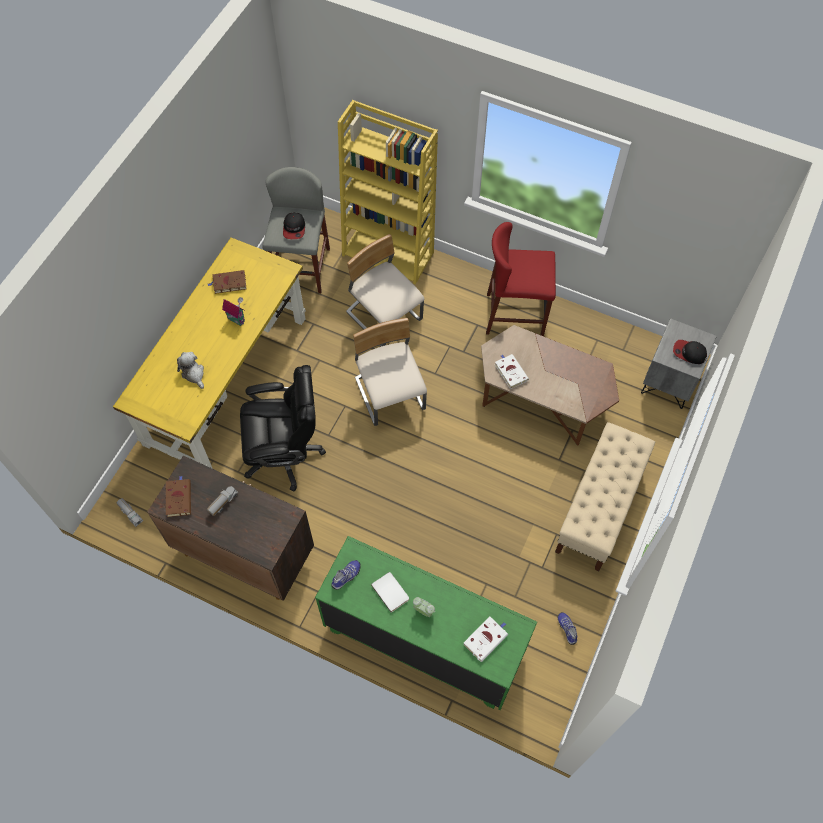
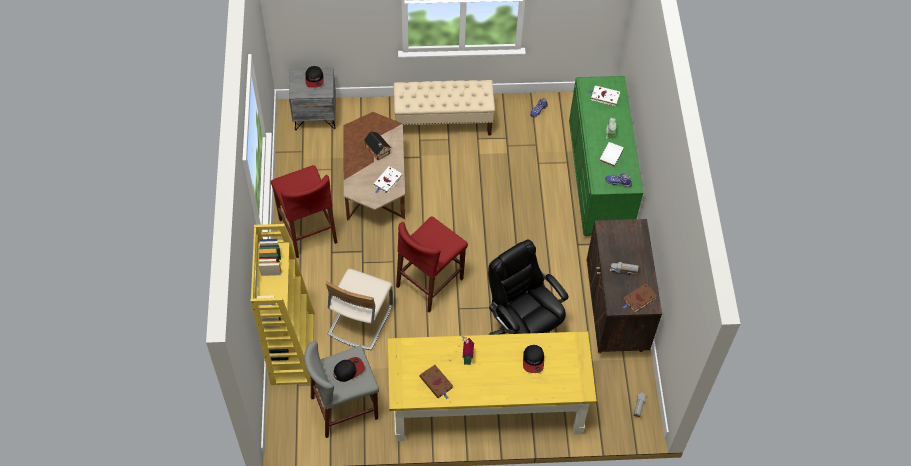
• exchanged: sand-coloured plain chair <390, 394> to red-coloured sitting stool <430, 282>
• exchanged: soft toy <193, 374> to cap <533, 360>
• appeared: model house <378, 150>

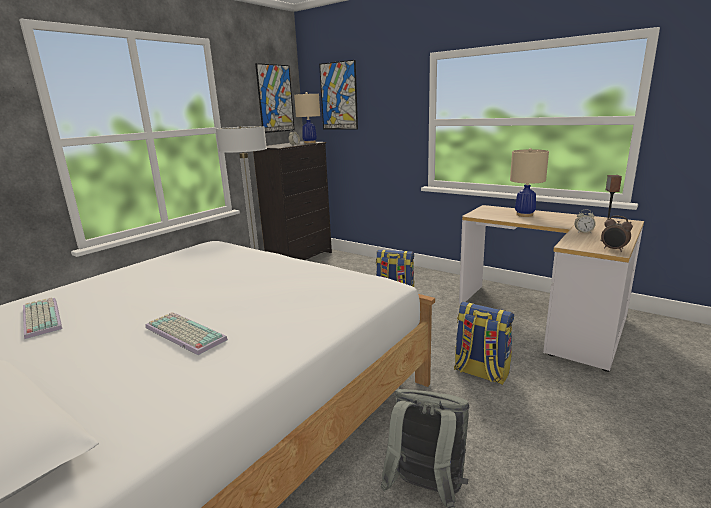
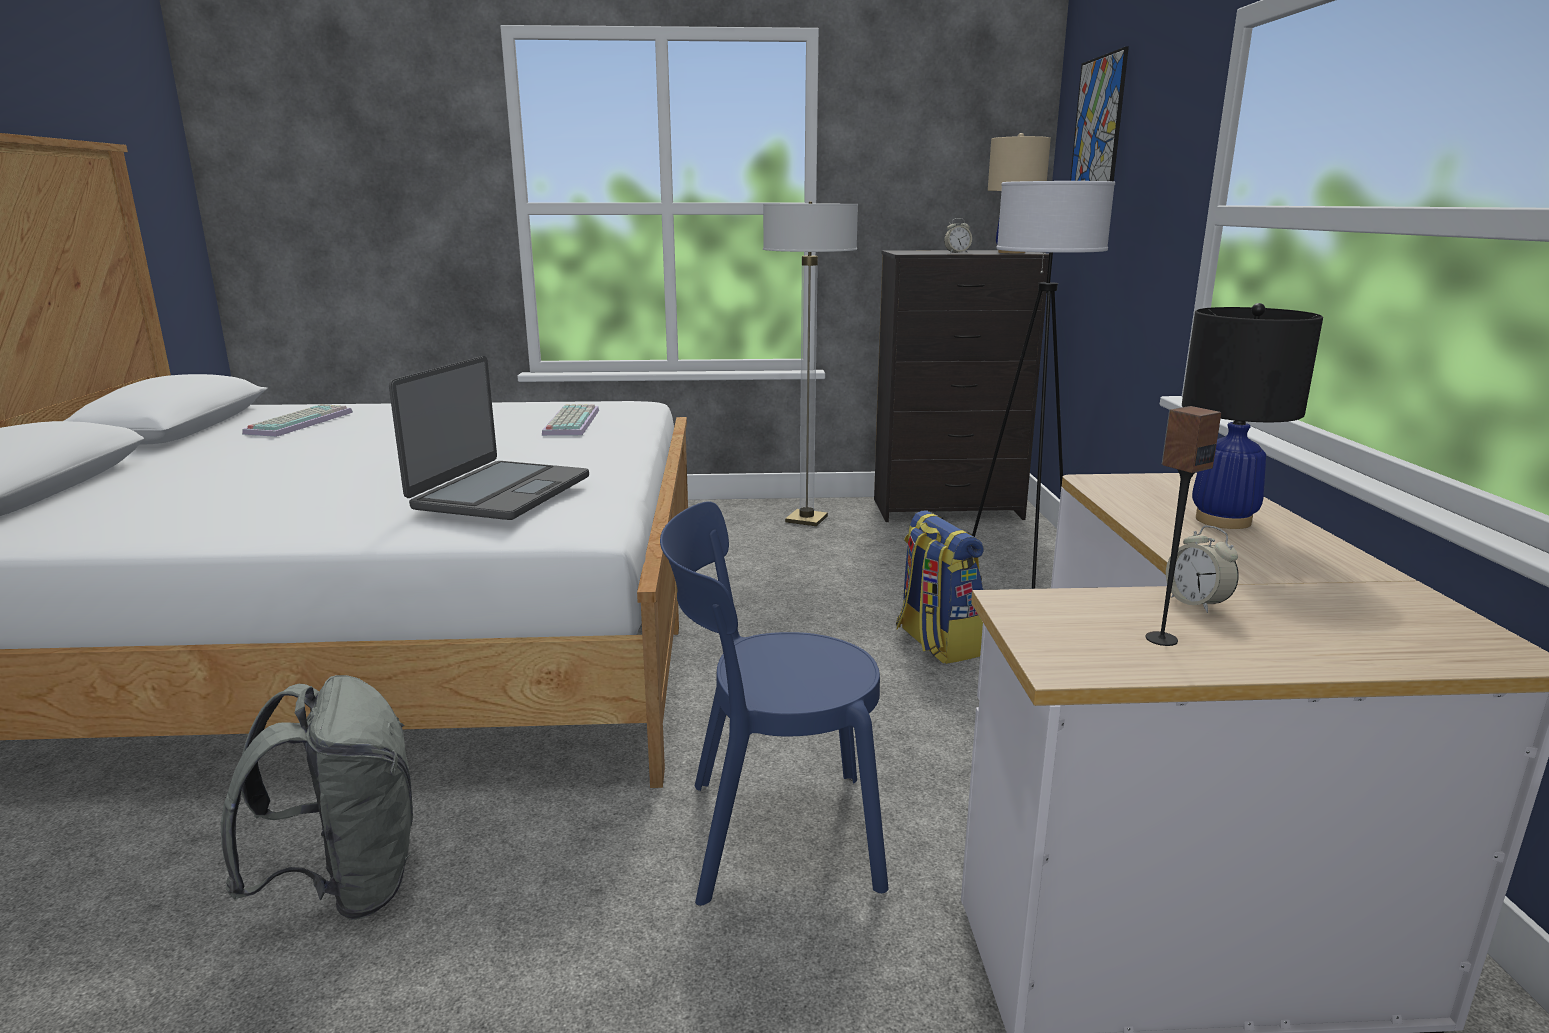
• missing: wall art <275, 98>
• colour: sand-coloured table lamp <524, 215> to black table lamp <1223, 520>
• missing: bedside clock <613, 249>
• exchanged: rucksack <480, 372> to bluish plain chair <770, 835>
• relocated: computer keyboard <182, 334> to <570, 422>
• appeared: whitish standing lamp <1021, 565>
• appeared: laptop <500, 492>

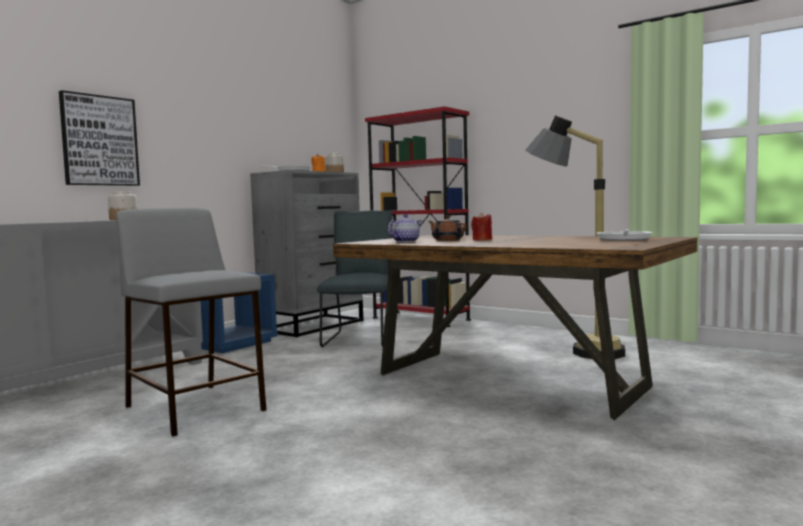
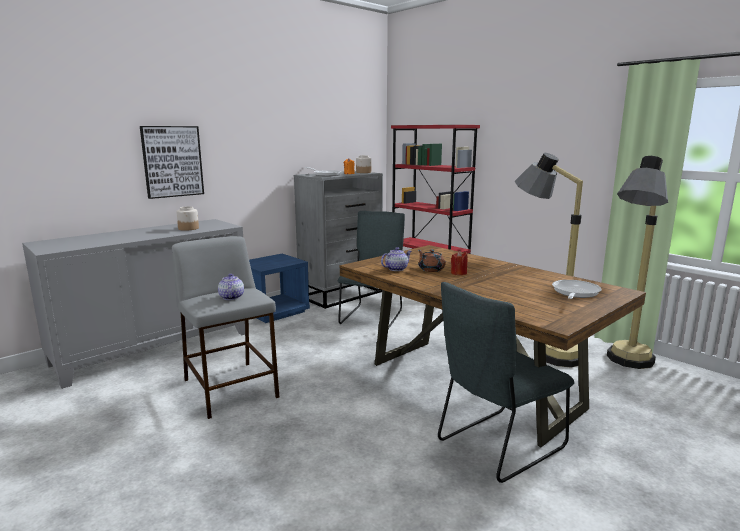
• appeared: standing lamp <624, 366>
• appeared: tea pot <231, 297>
• appeared: gray plain chair <497, 446>

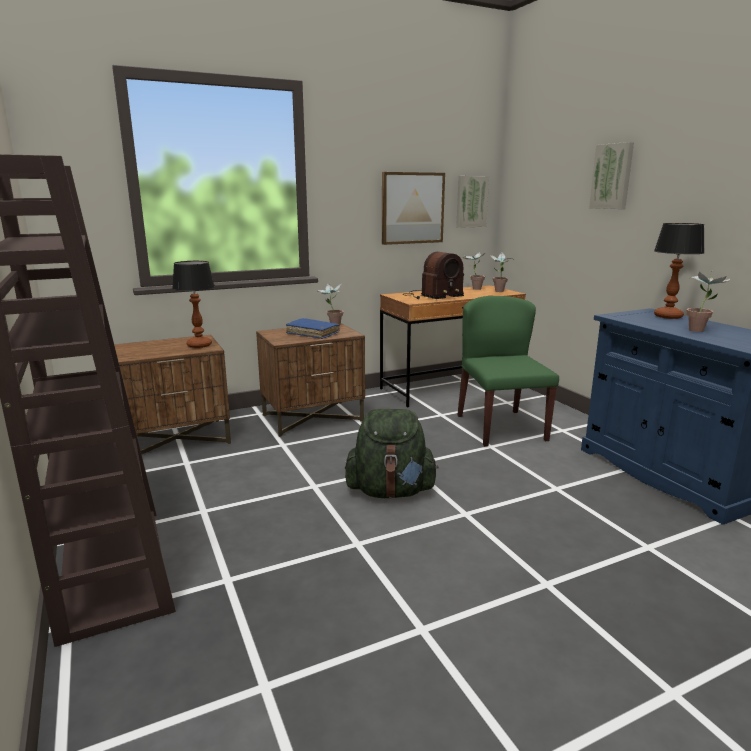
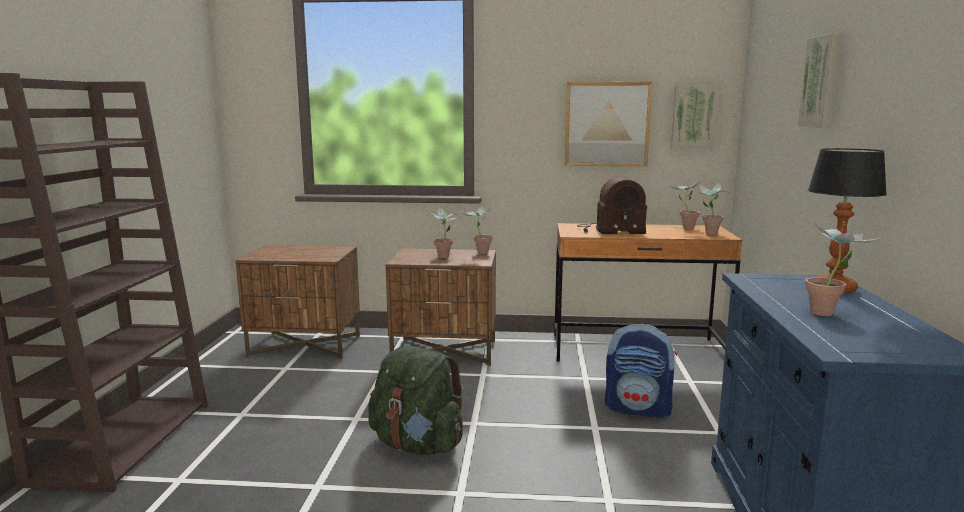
• missing: table lamp <199, 345>
• exchanged: green plain chair <500, 427> to rucksack <638, 408>
• exchanged: bluish book <312, 333> to plant in a pot <444, 257>

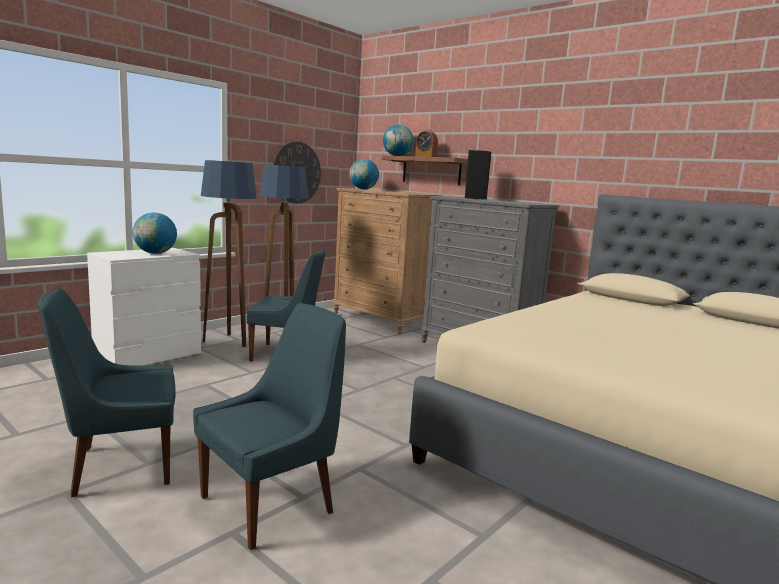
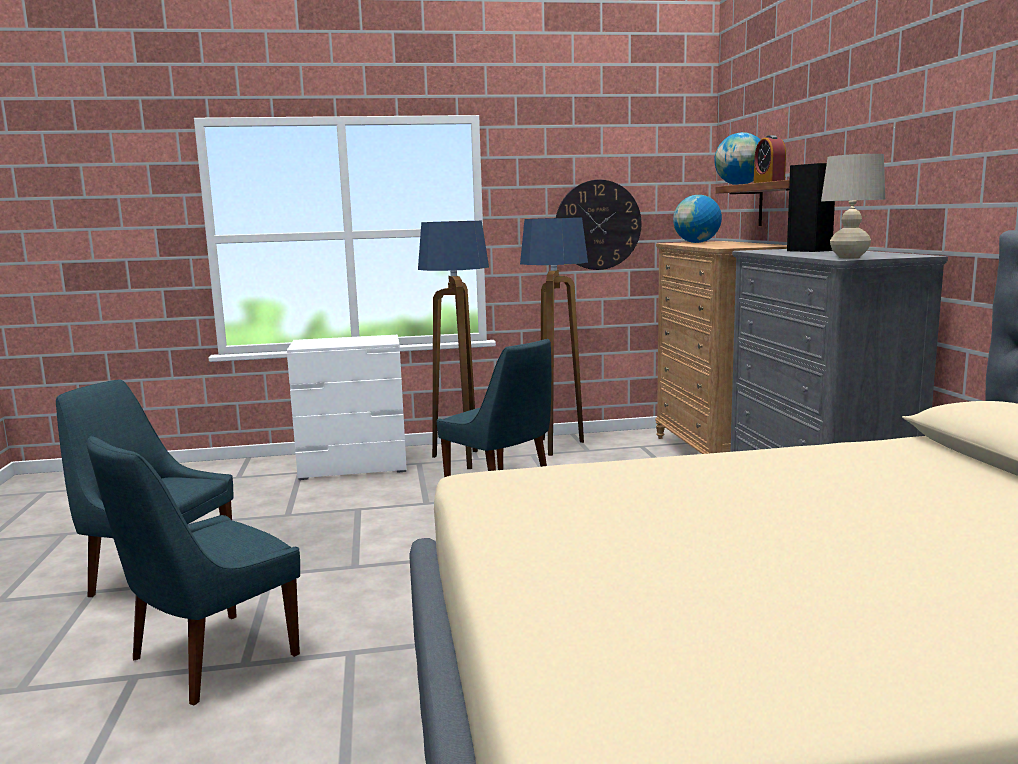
• missing: world globe <155, 253>
• spun: bluish plain chair <271, 503> = <208, 659> 135 degrees clockwise
• appeared: sand-coloured table lamp <849, 257>

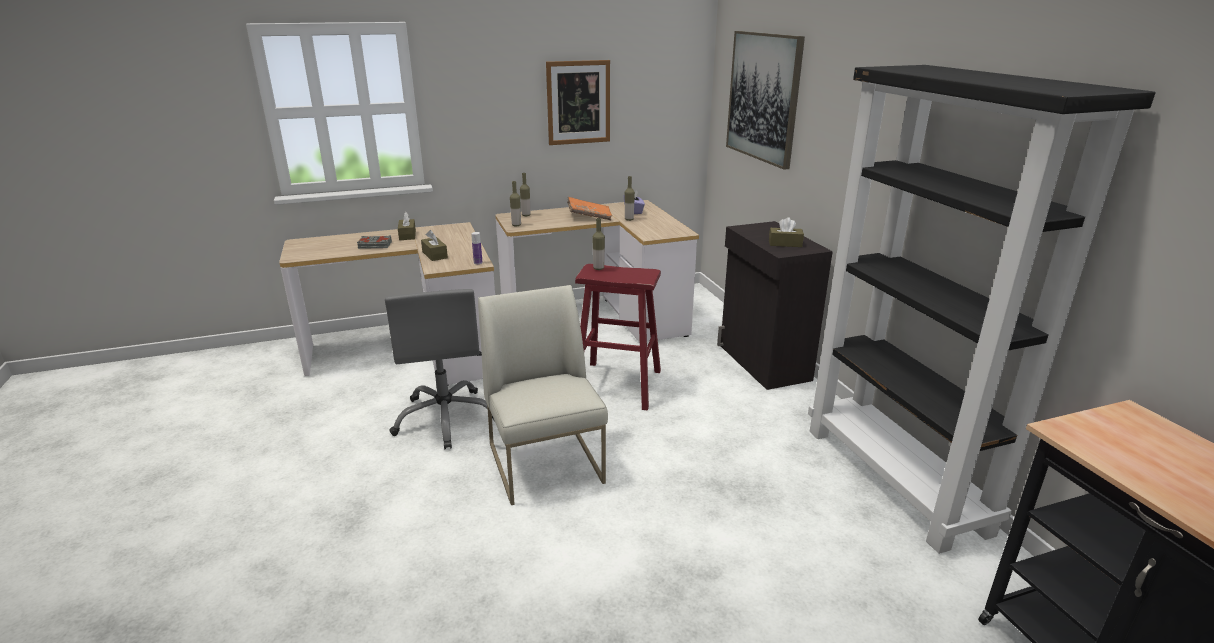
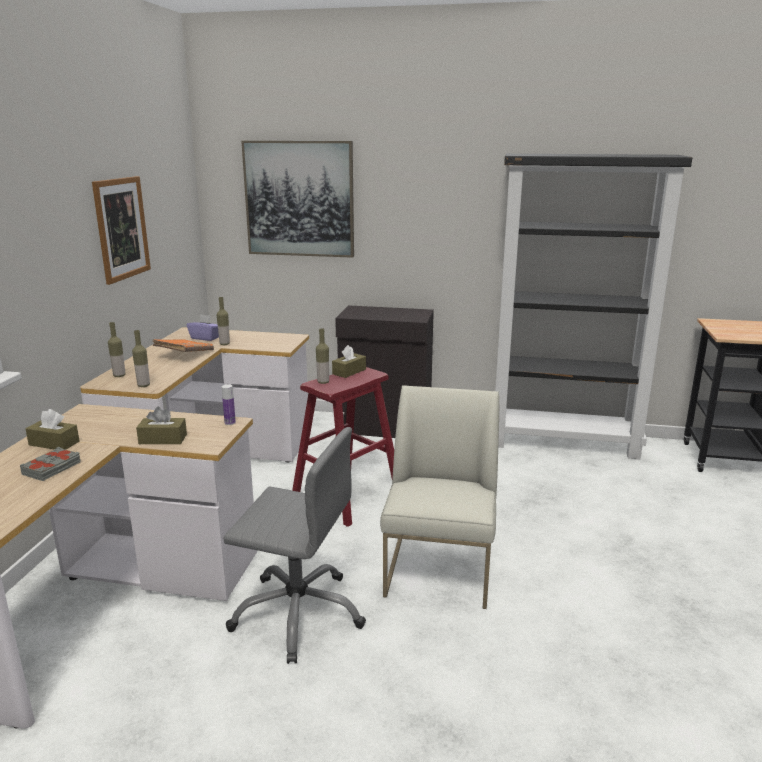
• relocated: brownish tissue box <785, 243> to <349, 372>
• spun: whitish plain chair <546, 463> = <440, 570> 90 degrees clockwise

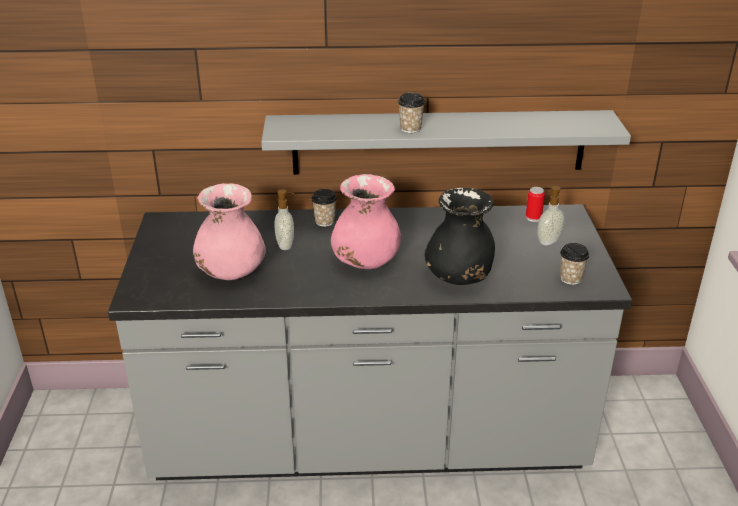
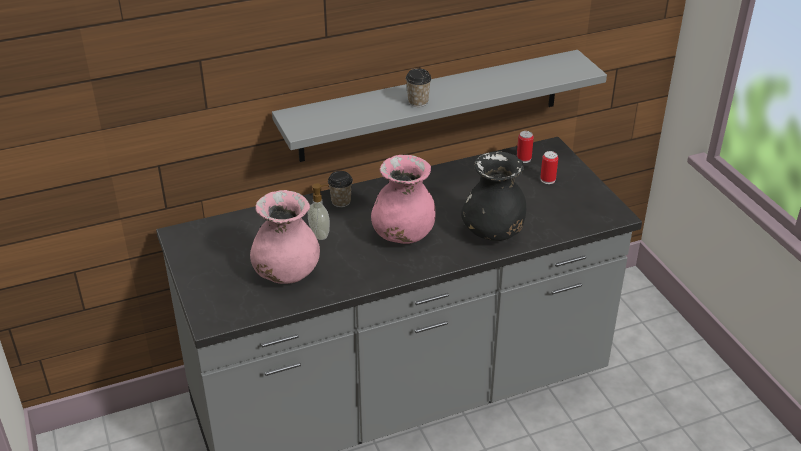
• exchanged: soap bottle <547, 241> to sealed can <548, 180>
• missing: drinking cup <570, 279>

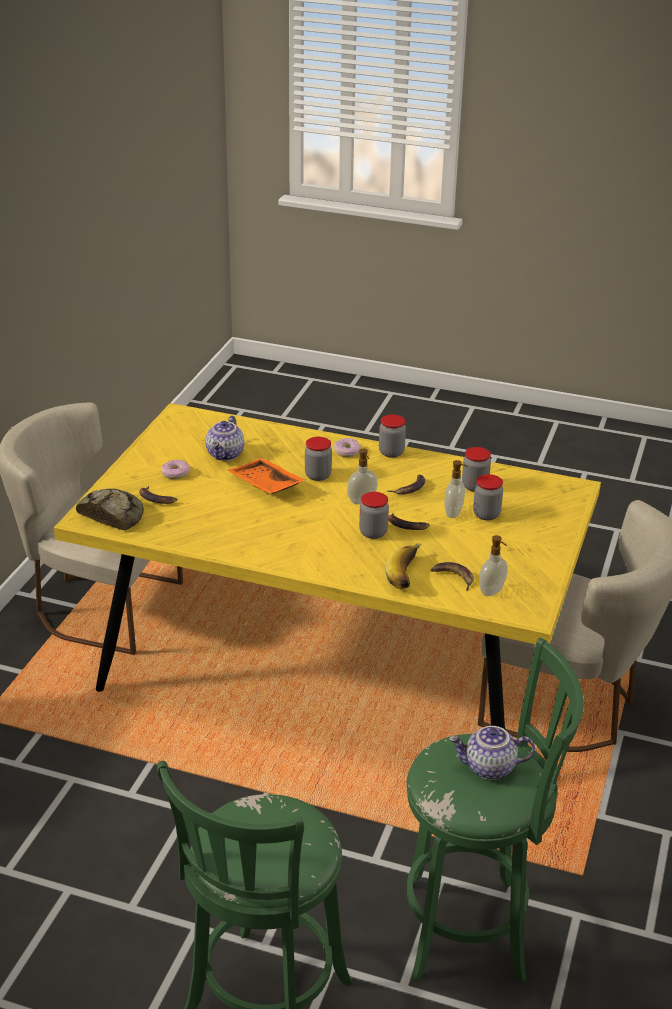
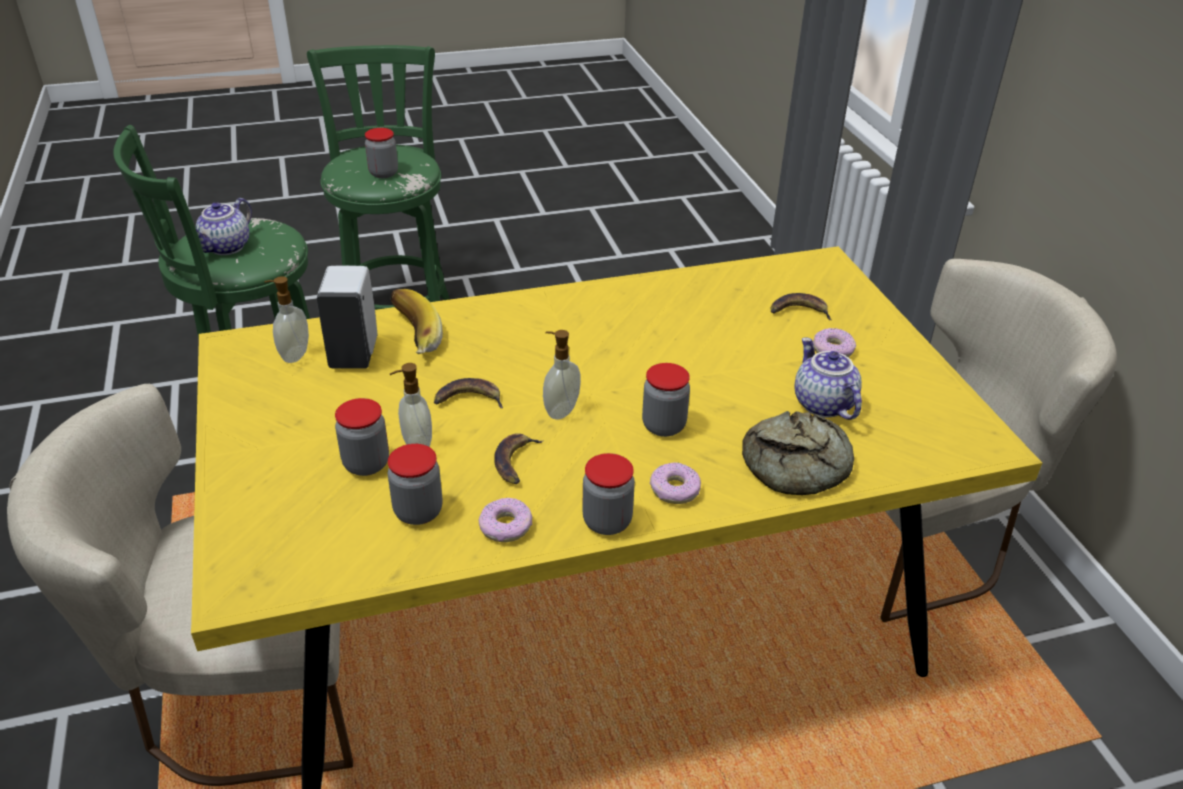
• missing: orange-coloured tray <264, 485>
• relocated: baked bread <112, 515> to <799, 465>
• relocated: preserve jar <373, 533> to <383, 173>
• exchanged: whole banana <453, 577> to whitish soap bottle <354, 353>
• spun: tea pot <489, 768> = <227, 247> 150 degrees clockwise
• appeared: doughnut <506, 526>

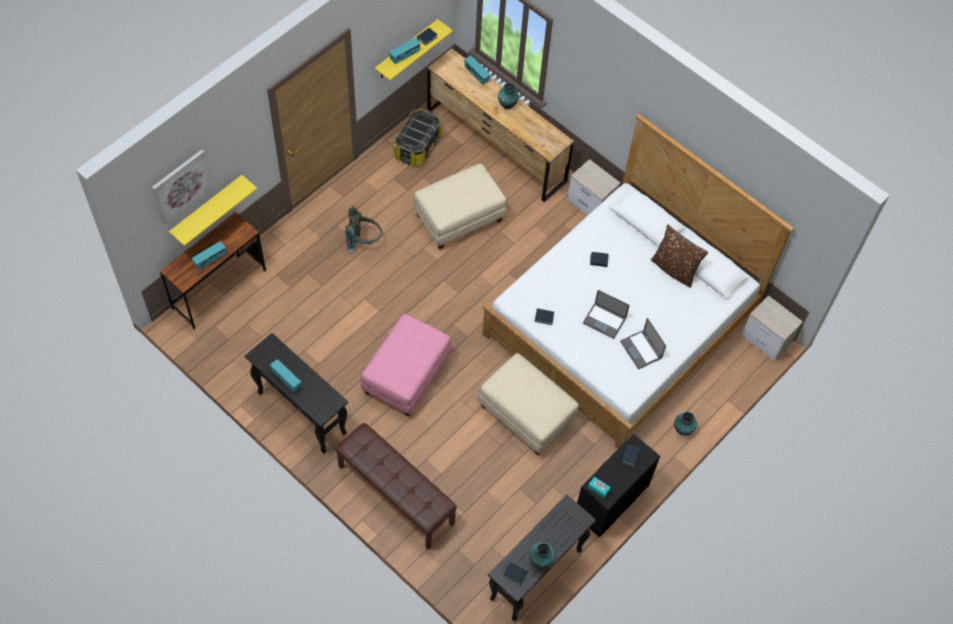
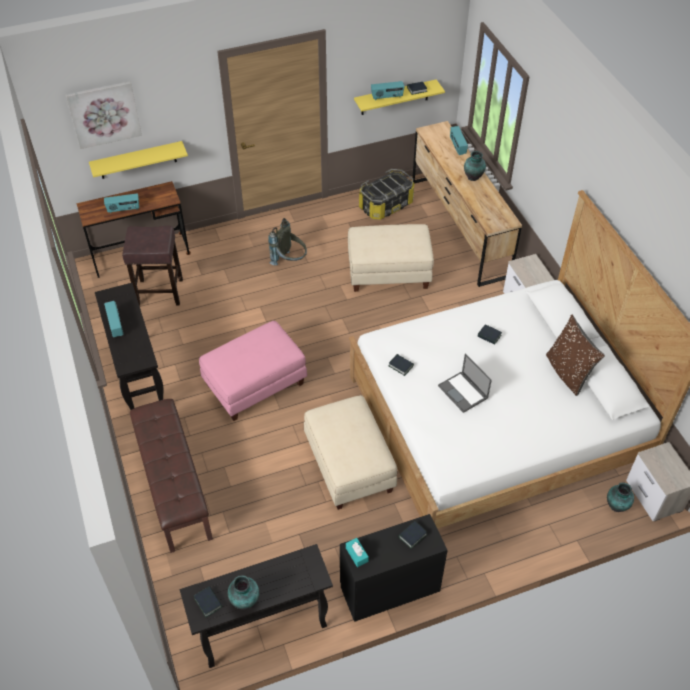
• missing: laptop <641, 350>
• relocated: vase <683, 430> to <616, 506>
• appeared: brownish sitting stool <159, 292>

